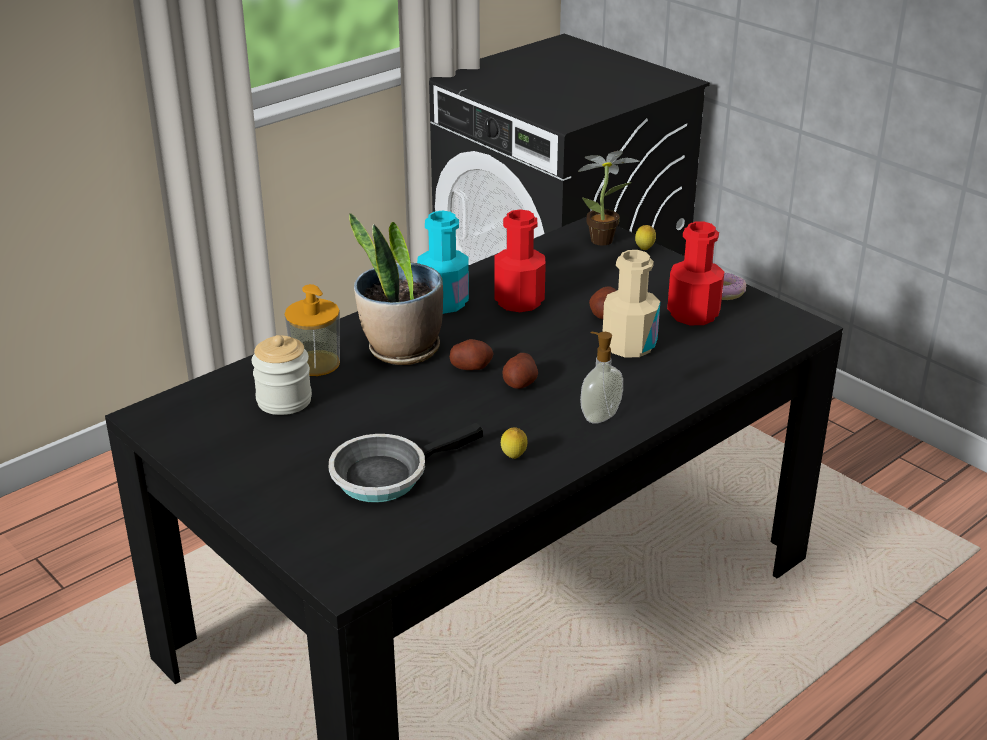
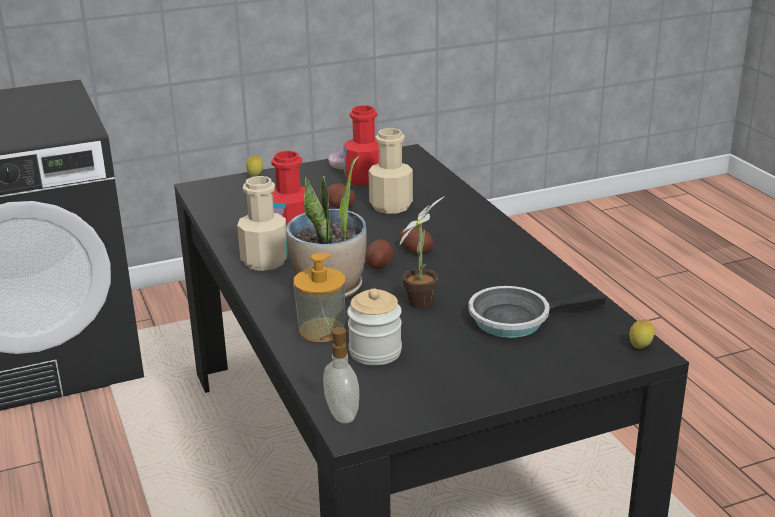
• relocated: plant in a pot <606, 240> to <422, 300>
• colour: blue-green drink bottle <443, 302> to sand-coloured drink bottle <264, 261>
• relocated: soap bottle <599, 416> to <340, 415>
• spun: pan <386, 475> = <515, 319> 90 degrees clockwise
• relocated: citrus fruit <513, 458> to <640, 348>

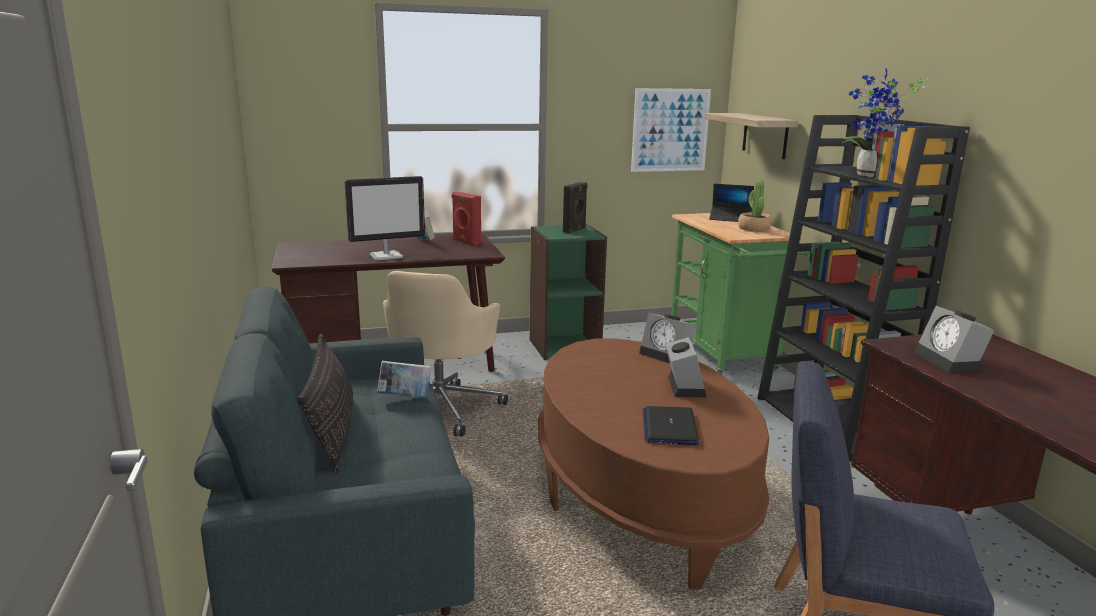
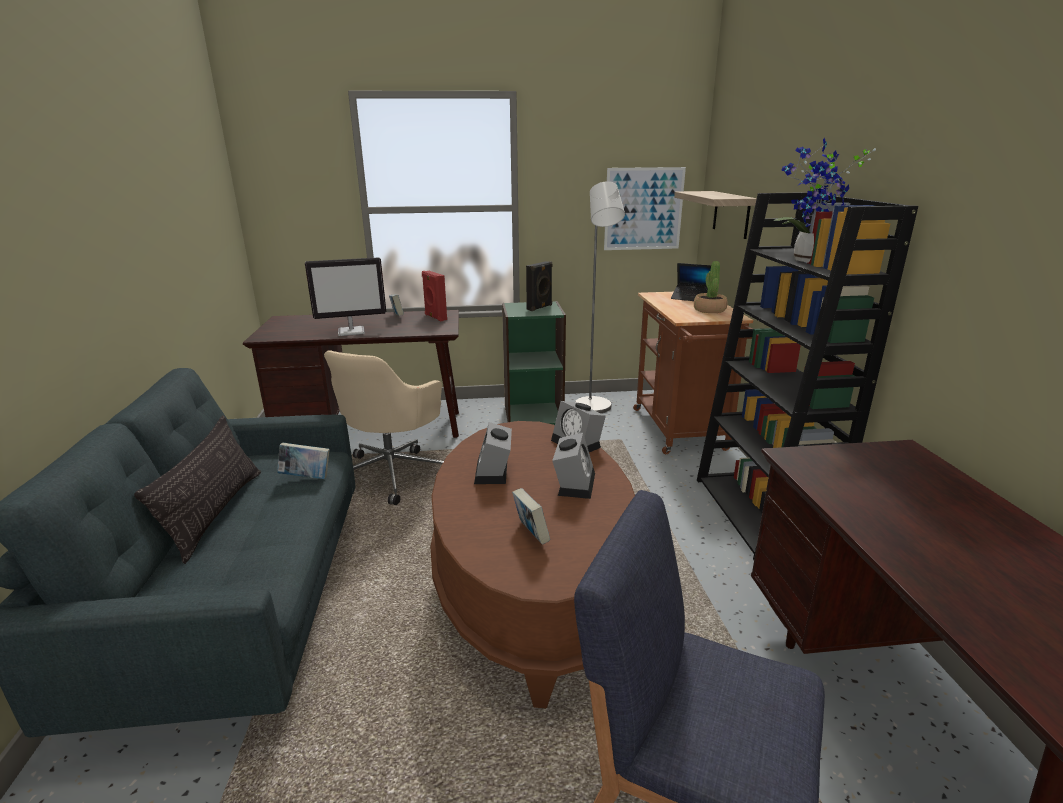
• colour: green cart <725, 357> to brownish cart <682, 432>
• relocated: bedside clock <950, 361> to <494, 472>
• exchanged: laptop <669, 427> to book <530, 534>
• appeared: gray standing lamp <595, 409>

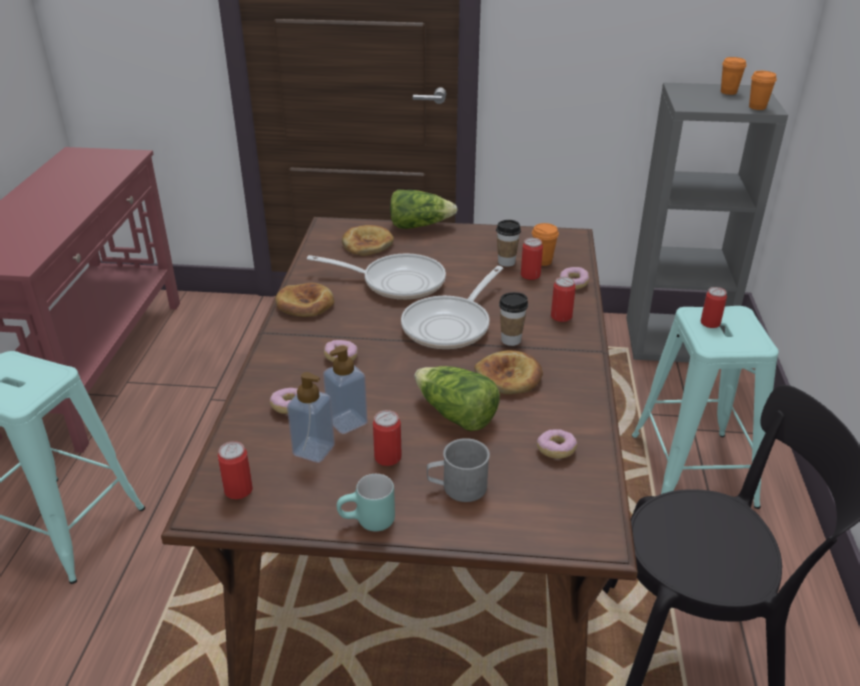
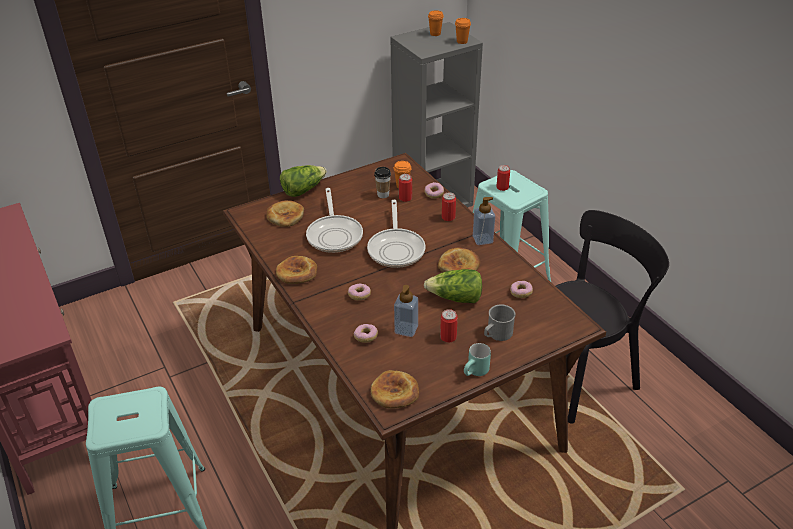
• spun: pan <396, 282> = <334, 234> 105 degrees clockwise
• missing: drinking cup <511, 340>
• relocated: soap bottle <314, 450> to <482, 239>
• exchanged: sealed can <238, 490> to baked bread <394, 392>

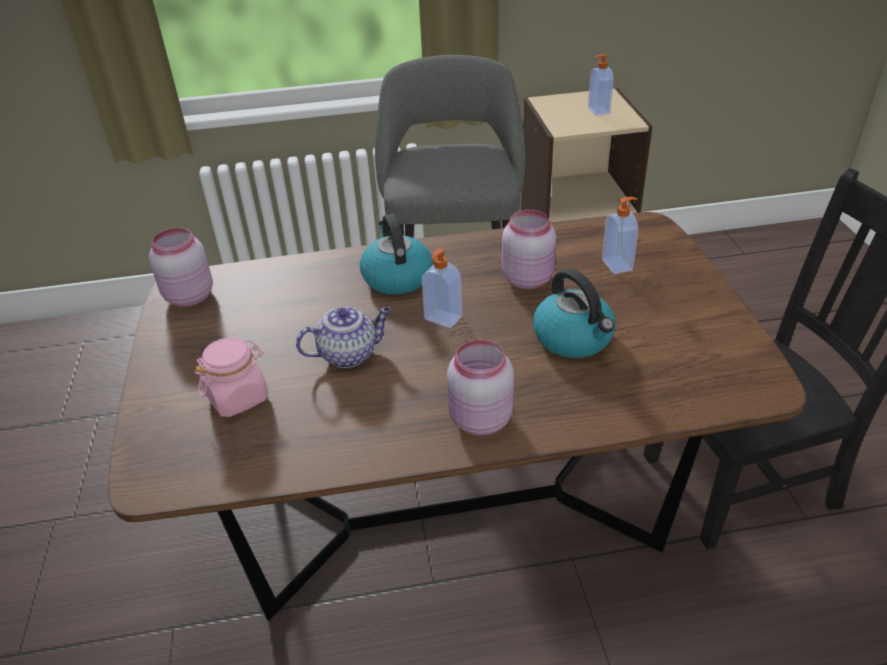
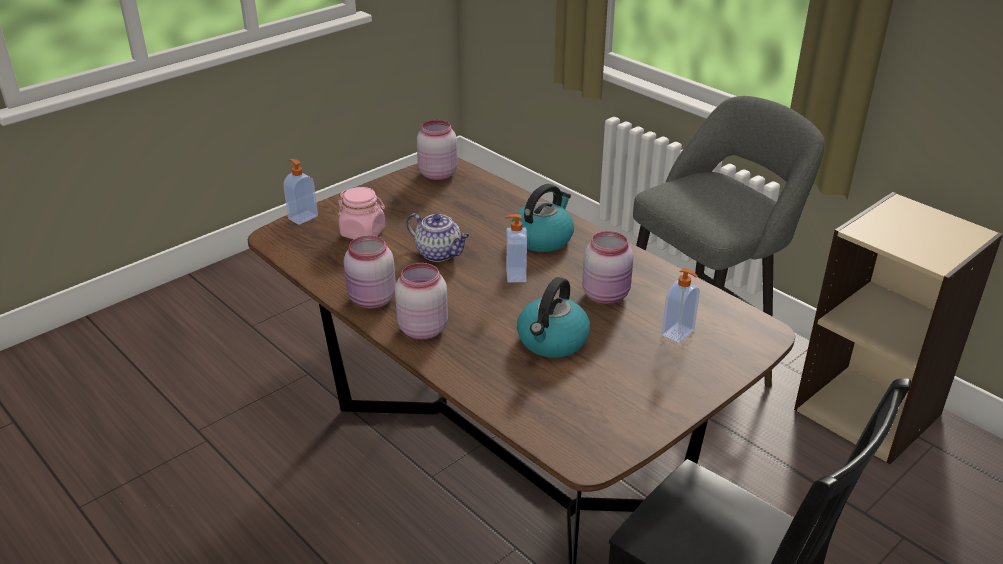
• relocated: soap bottle <597, 111> to <302, 217>
• appeared: pink-coloured preserve jar <371, 300>

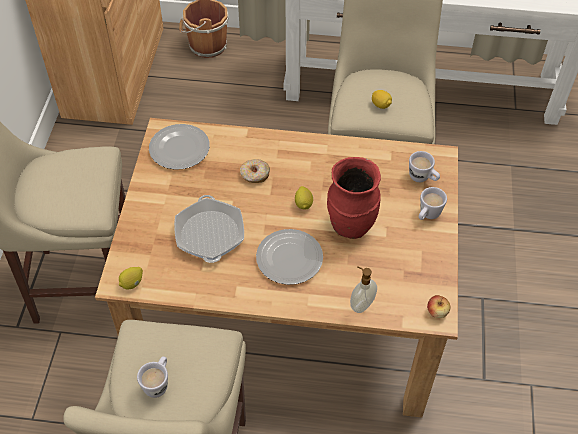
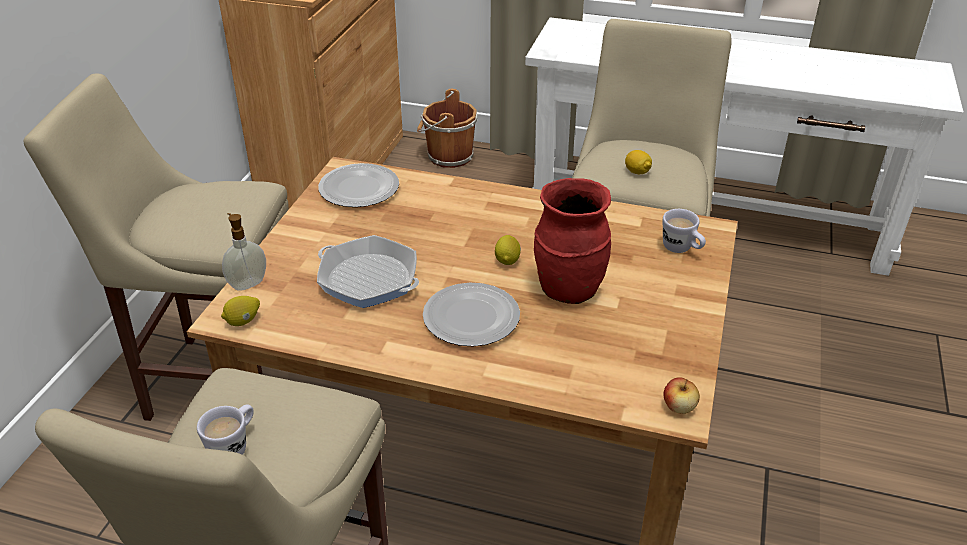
• missing: doughnut <255, 175>
• missing: whitish mug <427, 215>
• spun: pan <210, 234> = <368, 279> 60 degrees counterclockwise
• relocated: soap bottle <361, 304> to <247, 283>

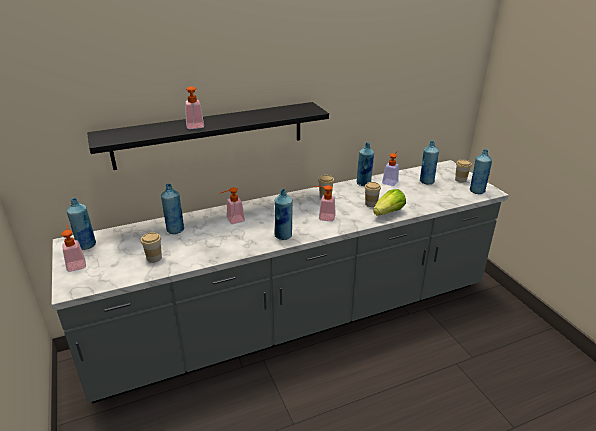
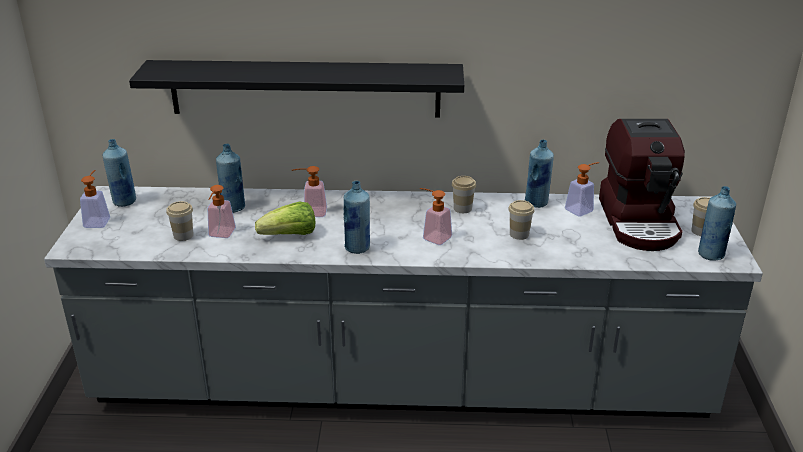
• relocated: soap bottle <195, 127> to <220, 235>
• exchanged: bluish drink bottle <426, 181> to coffee maker <640, 221>
• relocated: head of lettuce <388, 213> to <290, 235>

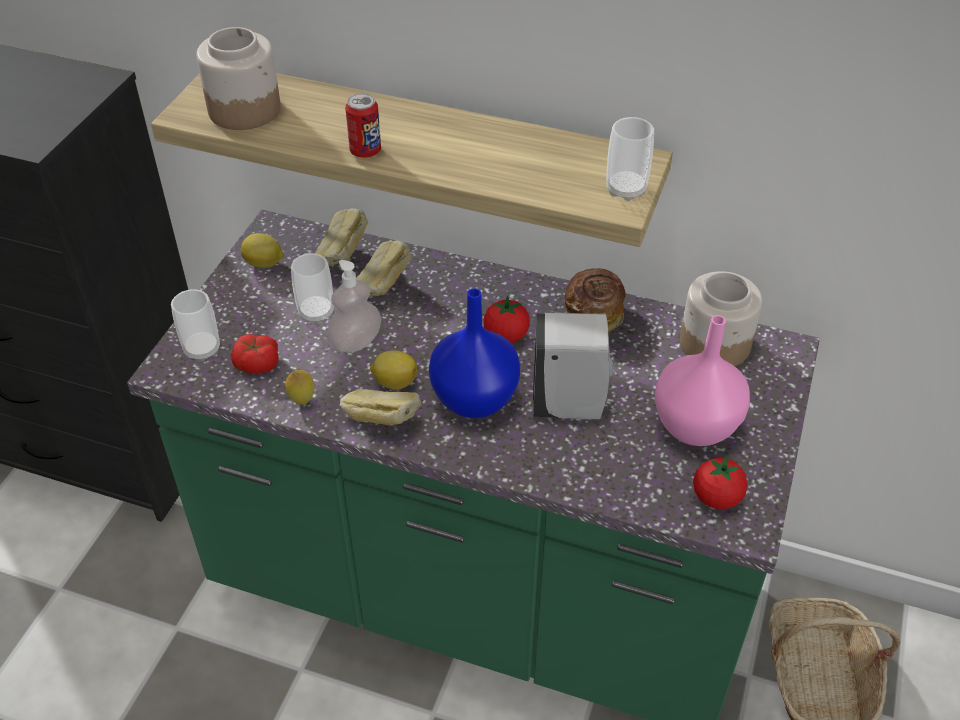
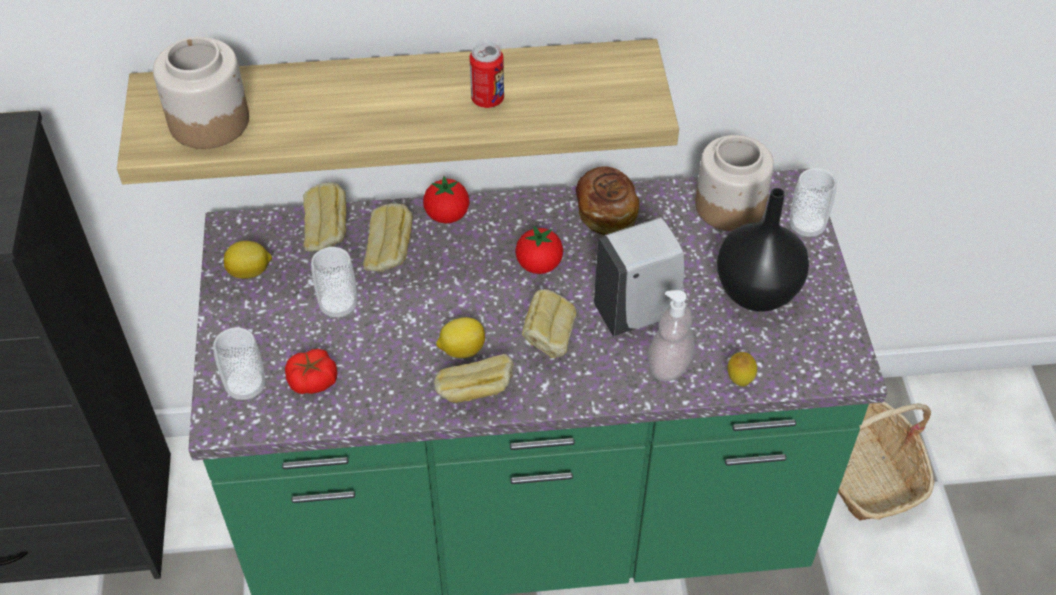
• relocated: sealed can <365, 151> to <487, 99>
• relocated: drinking cup <626, 190> to <806, 226>
• relocated: soap bottle <356, 342> to <669, 365>
• exchanged: bluish vase <475, 401> to baked bread <549, 340>
• colour: pink-coloured vase <693, 426> to black vase <754, 292>
• relocated: citrus fruit <302, 400> to <739, 381>
• relocated: fresh tomato <716, 498> to <447, 215>

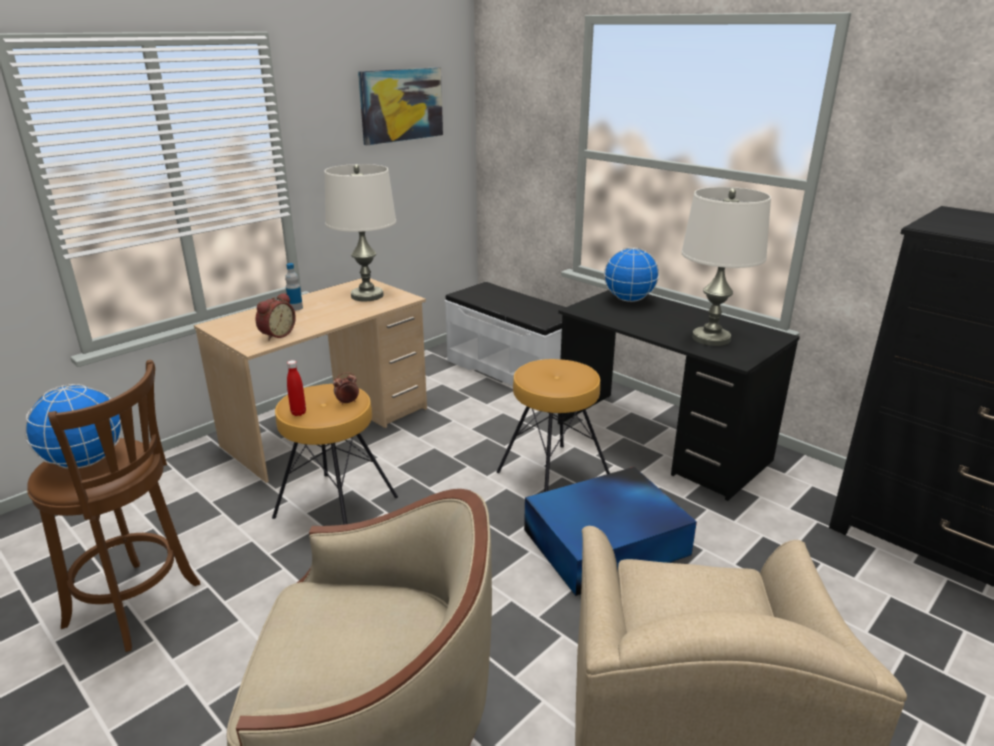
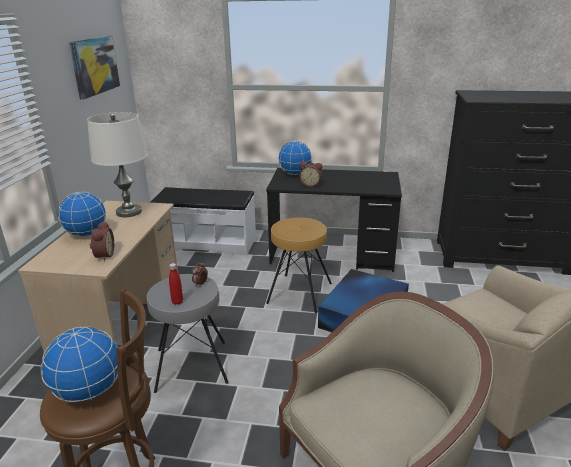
• missing: whitish table lamp <711, 338>
• exchanged: drink bottle <295, 308> to world globe <86, 234>
• colour: brownish sitting stool <336, 507> to gray sitting stool <192, 366>
• appeared: bedside clock <311, 184>

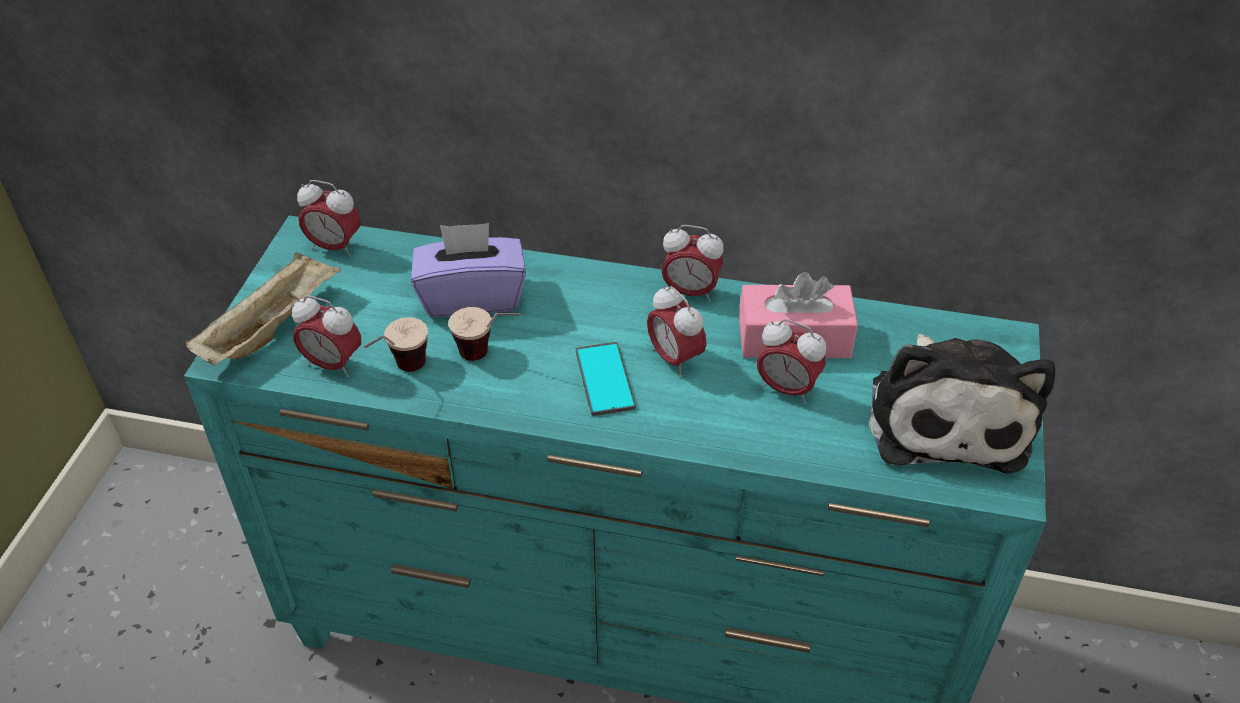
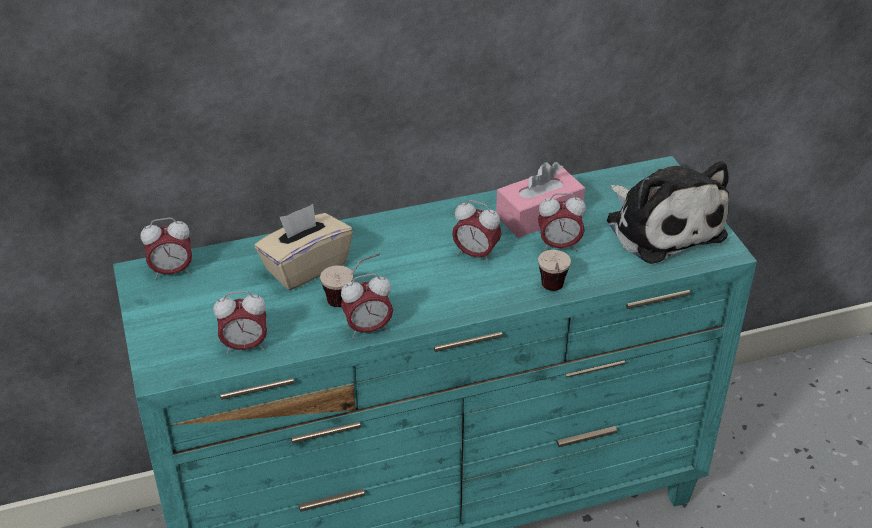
• colour: purple tissue box <472, 296> to sand-coloured tissue box <305, 267>
• relocated: bedside clock <690, 292> to <368, 329>
• missing: sand-coloured tray <271, 327>
• relocated: drinking cup <400, 373> to <553, 293>
• missing: handset <604, 379>

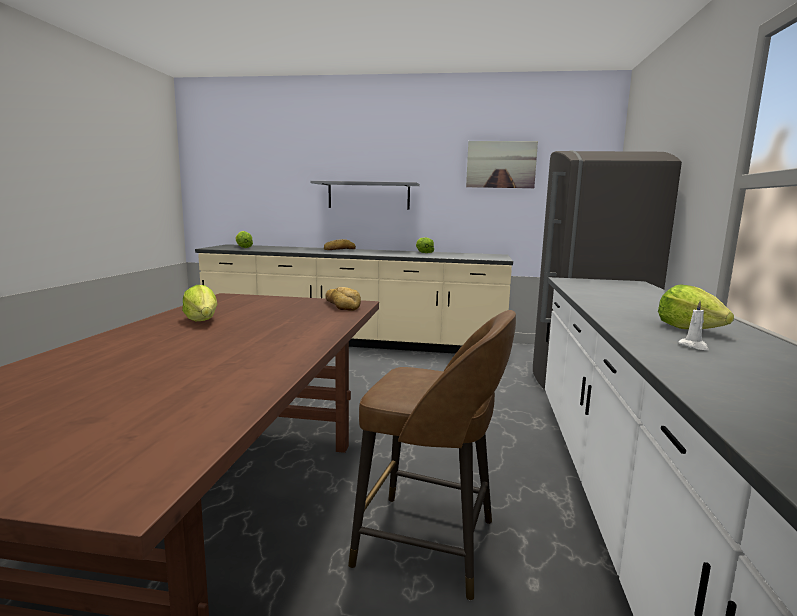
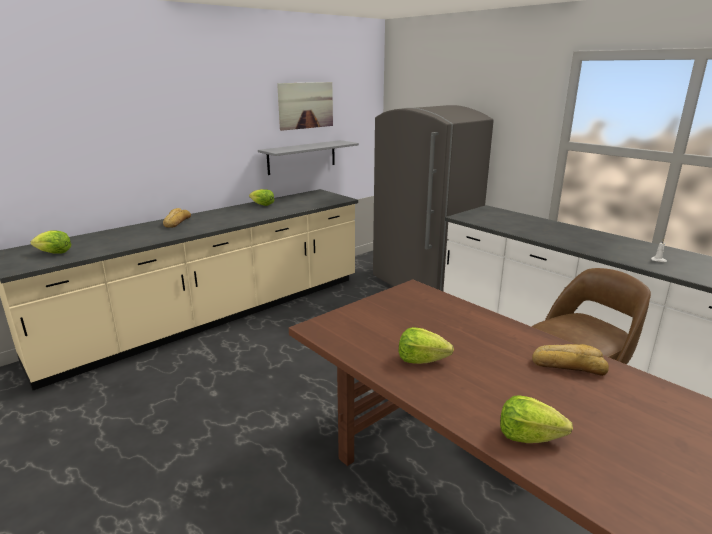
• relocated: gray bracket shelf <368, 195> to <302, 157>
• relocated: head of lettuce <689, 328> to <528, 436>
• relocated: baked bread <342, 305> to <568, 365>

